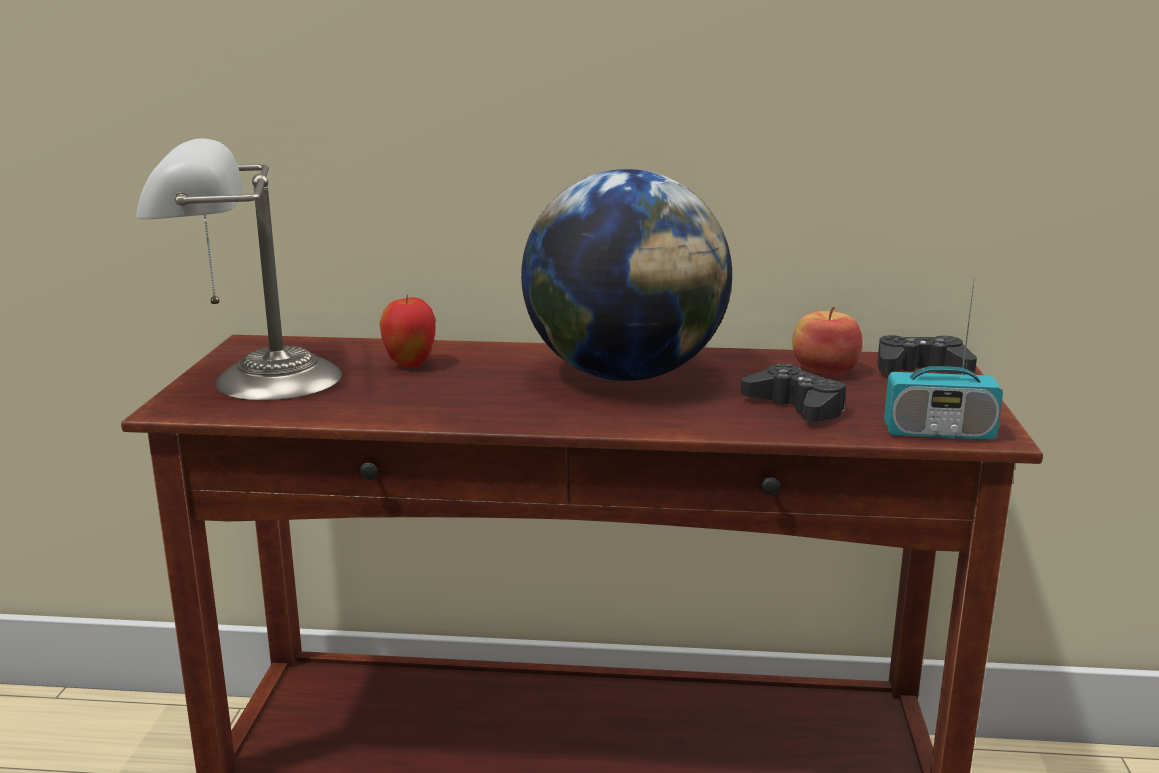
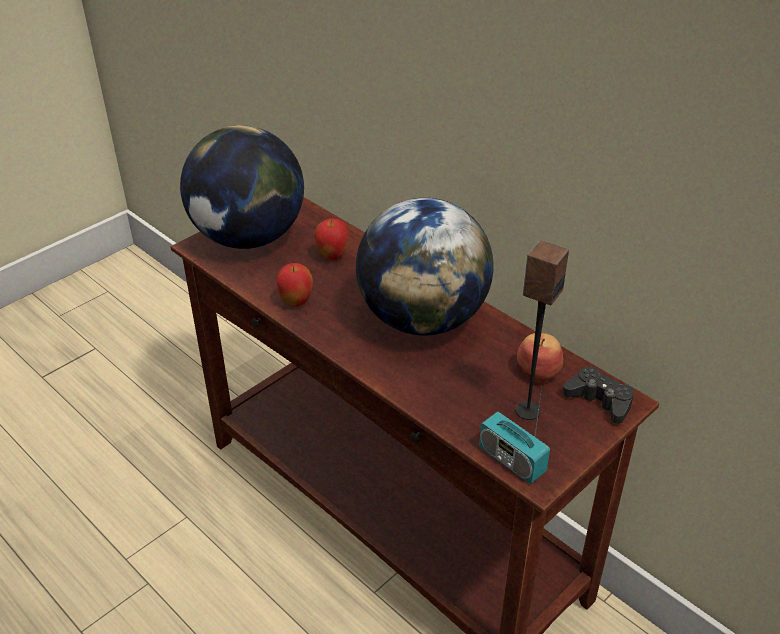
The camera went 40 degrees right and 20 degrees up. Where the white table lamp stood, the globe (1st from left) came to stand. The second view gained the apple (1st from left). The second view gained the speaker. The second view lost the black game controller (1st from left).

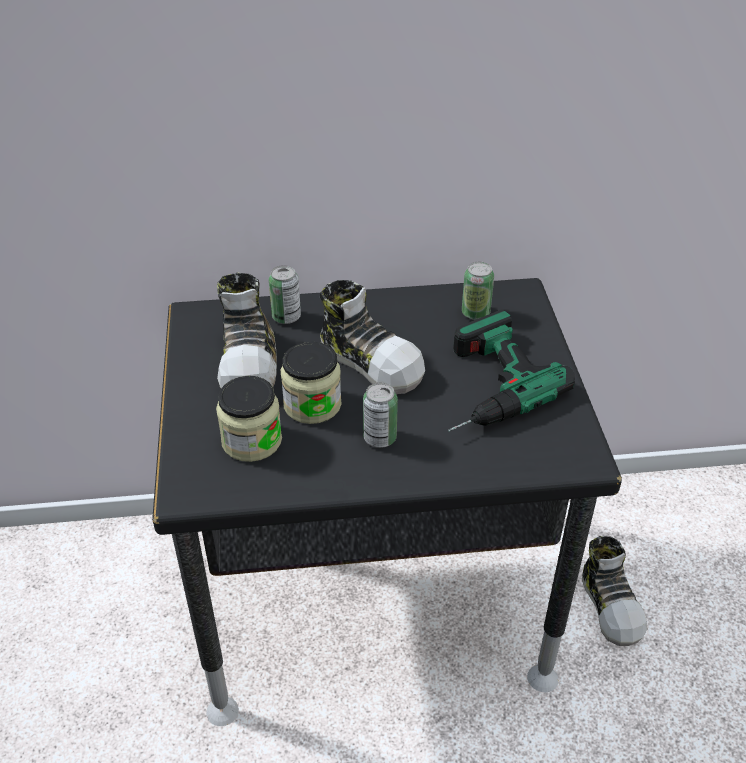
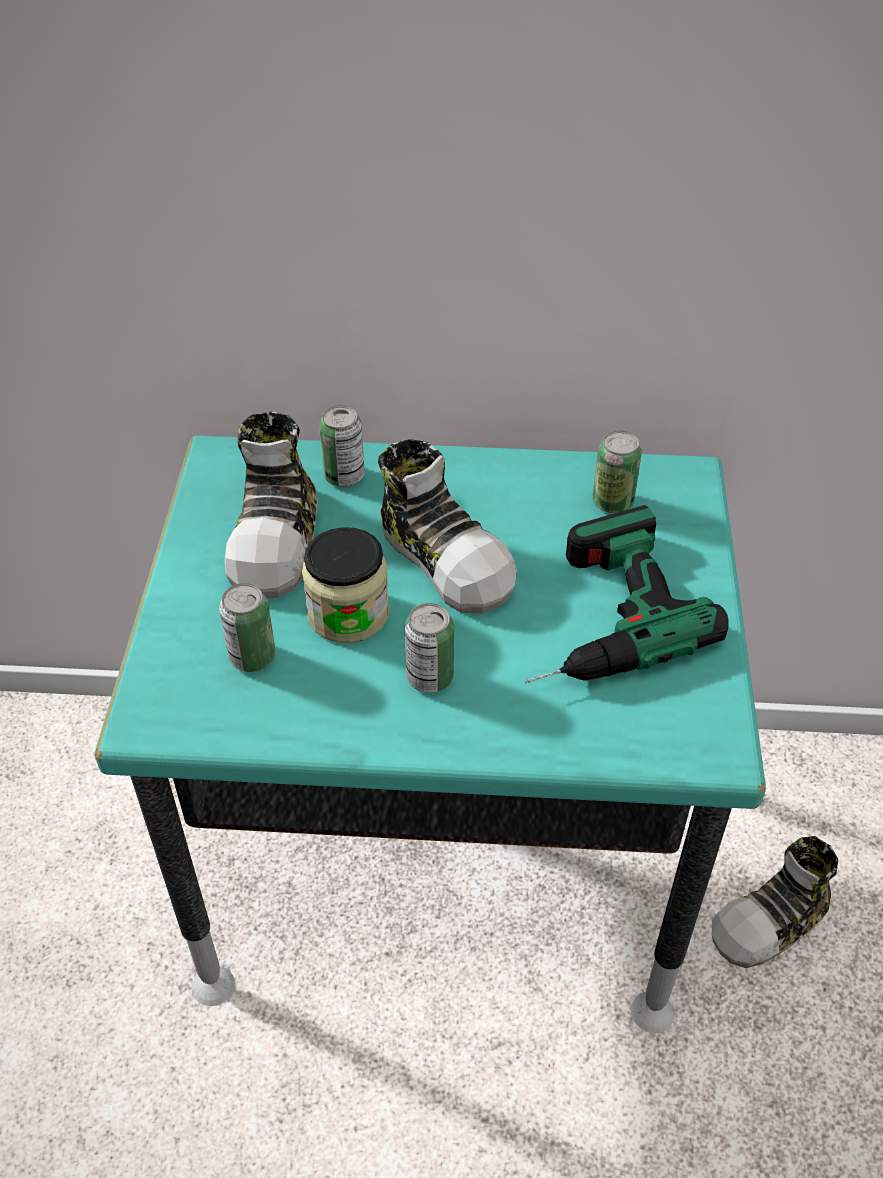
The camera went 10 degrees right and 5 degrees up. What was the black desk turned into the turquoise desk. Where the jar (1st from left) stood, the can (1st from left) came to stand. The shoe (3rd from left) ended up facing another way, 60 degrees clockwise from before.

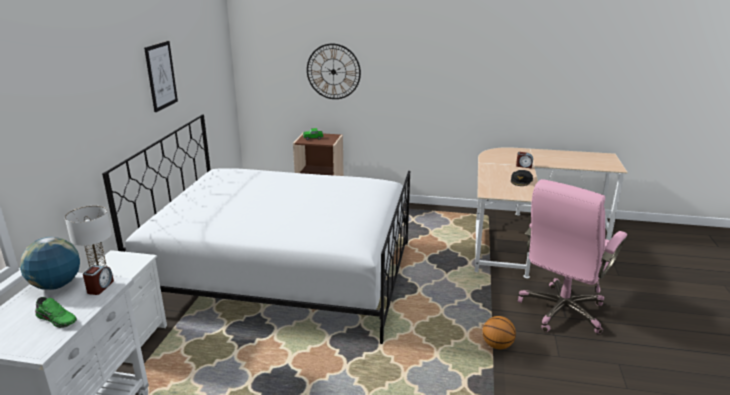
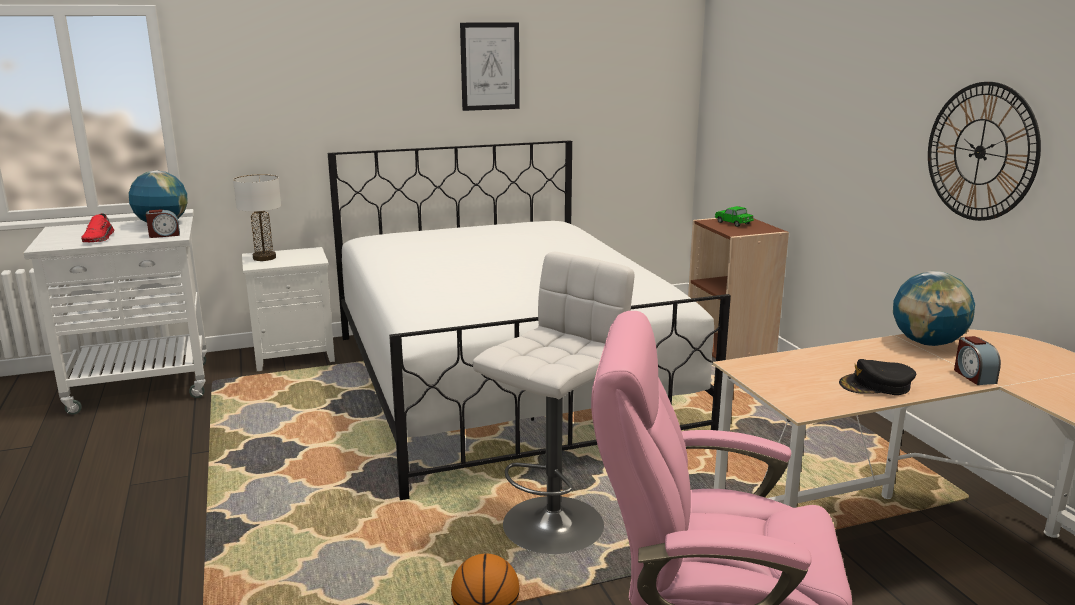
The camera went 60 degrees right and 5 degrees down. What was the green shoe turned into the red shoe. The second view gained the white stool. The second view gained the globe (2nd from left). The wall clock ended up elsewhere.

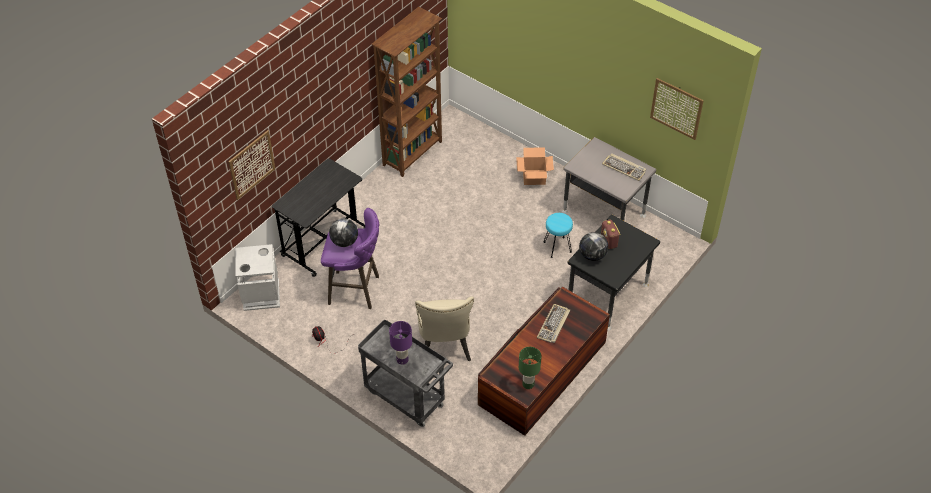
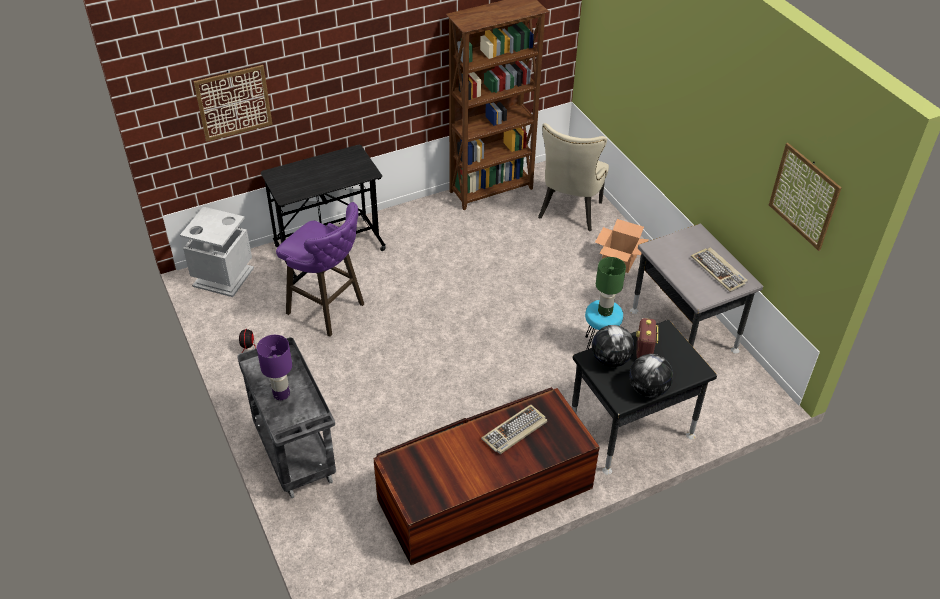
The camera went 25 degrees right and 5 degrees down. The beige chair ended up elsewhere. The green table lamp ended up elsewhere. The globe (1st from left in the first image) ended up elsewhere.

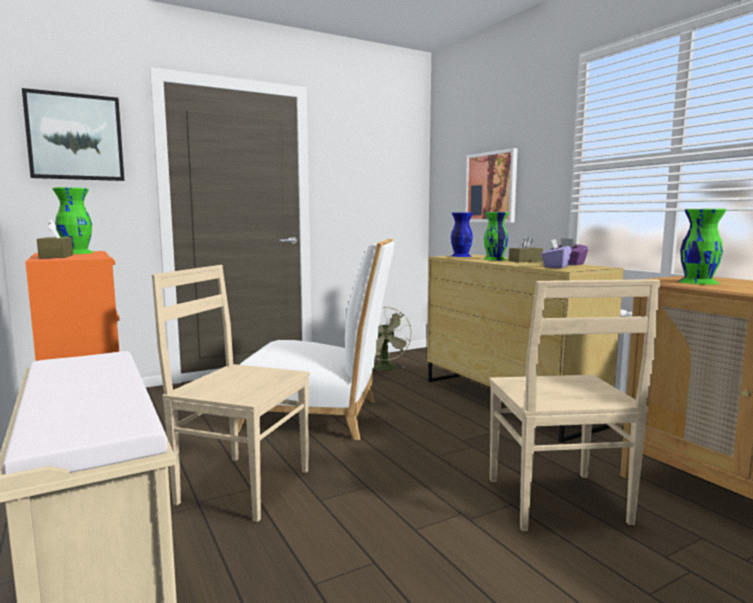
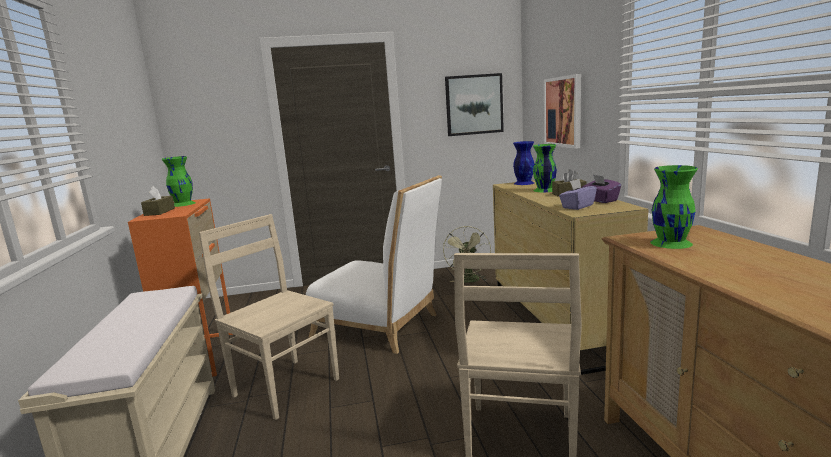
The camera went 20 degrees right and 5 degrees up. The picture (1st from left) ended up elsewhere.

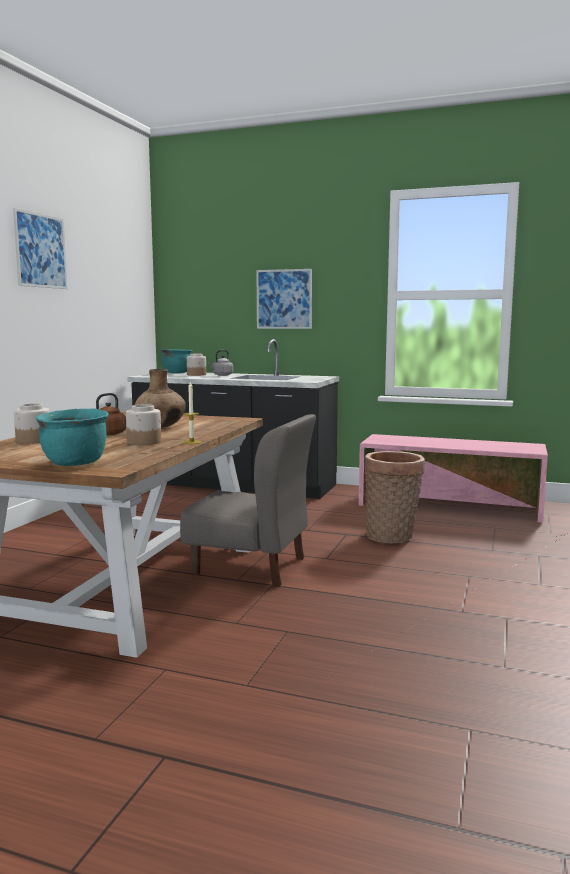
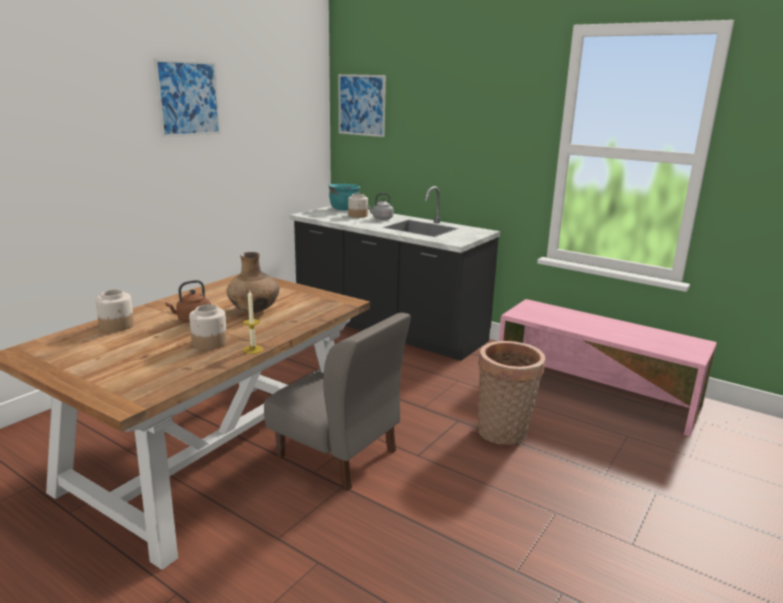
The camera went 15 degrees right and 10 degrees up. The picture (2nd from left) ended up elsewhere. The second view lost the turquoise cooking pot (1st from left).

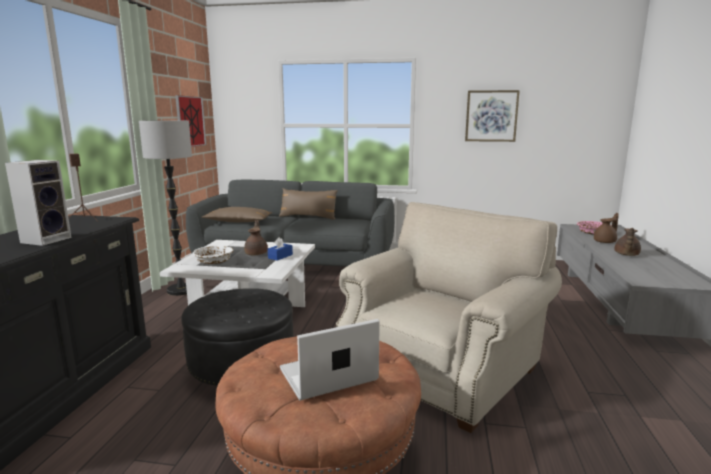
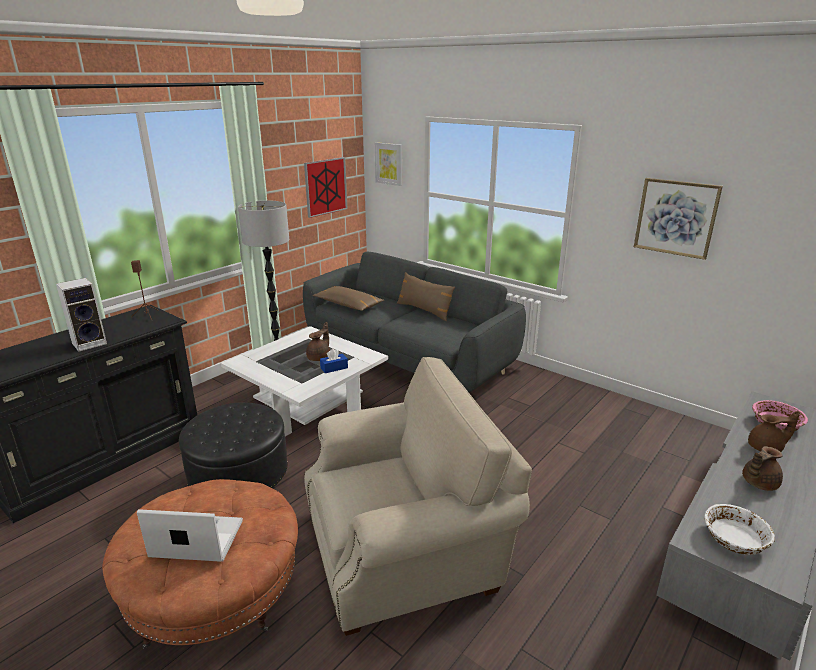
The camera went 30 degrees right and 10 degrees up. The second view gained the picture (2nd from left). The white bowl ended up elsewhere.

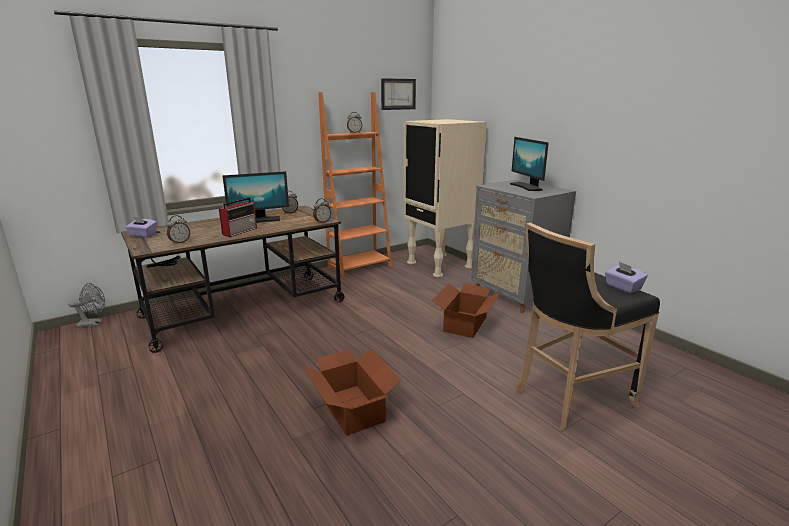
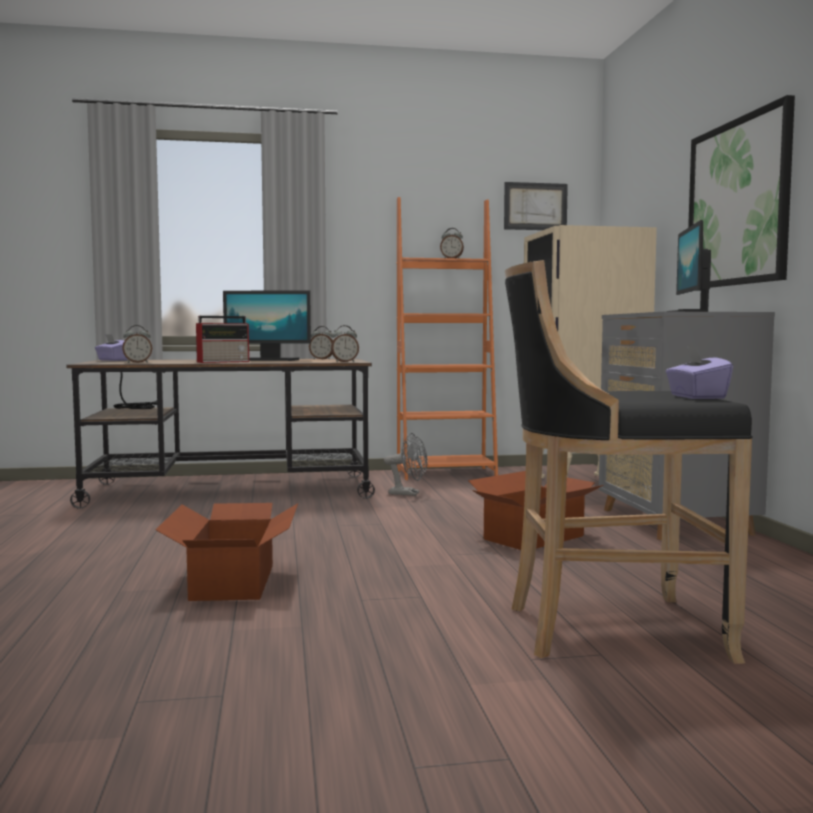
The camera went 25 degrees right and 15 degrees down. The grey fan ended up elsewhere. The second view gained the picture (2nd from left).

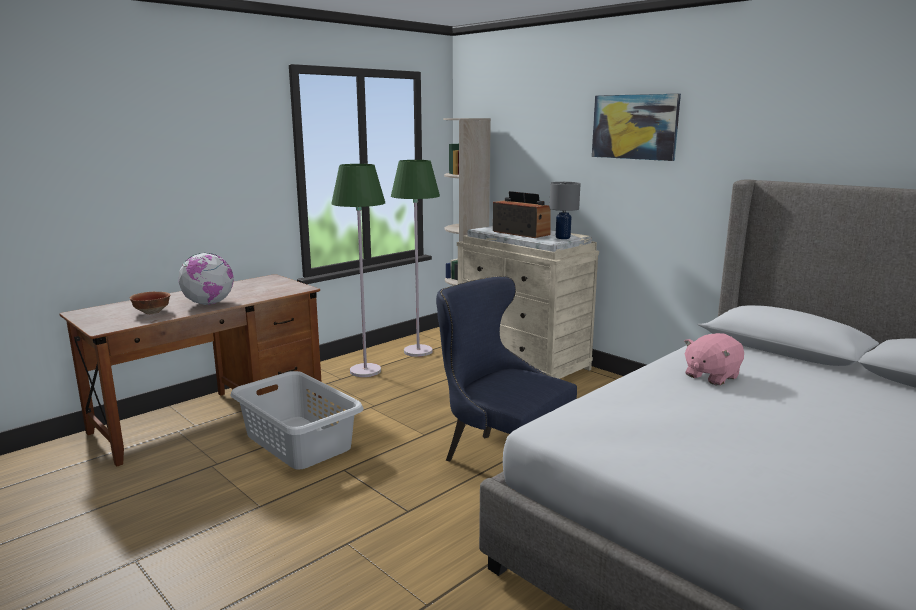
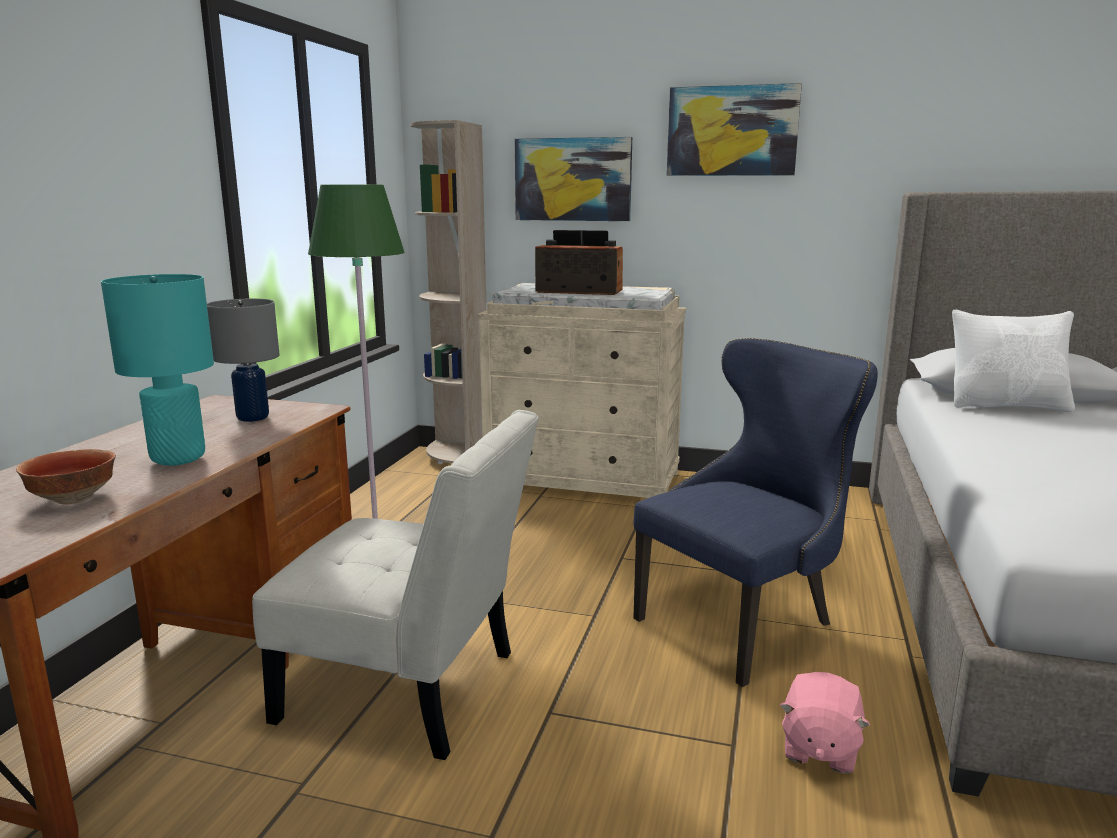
The camera went 30 degrees left and 0 degrees up. Where the globe stood, the turquoise table lamp came to stand. The grey table lamp ended up elsewhere. Where the grey laundry basket stood, the white chair came to stand. The second view gained the picture (1st from left). The blue chair ended up facing another way, 135 degrees clockwise from before. The pink plush toy ended up elsewhere. The second view gained the white pillow. The second view lost the green floor lamp (2nd from left).

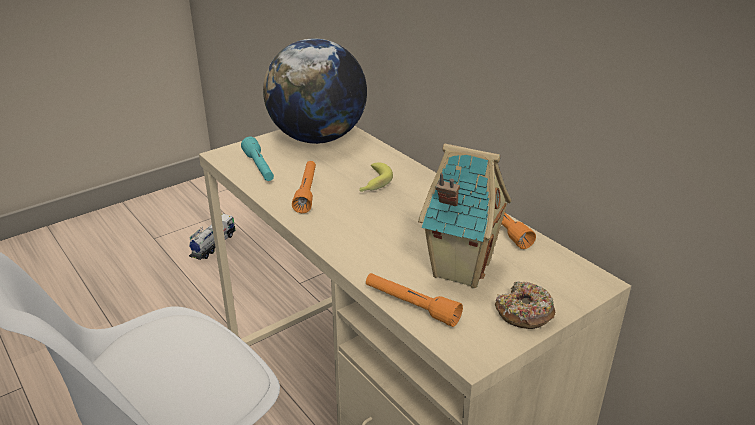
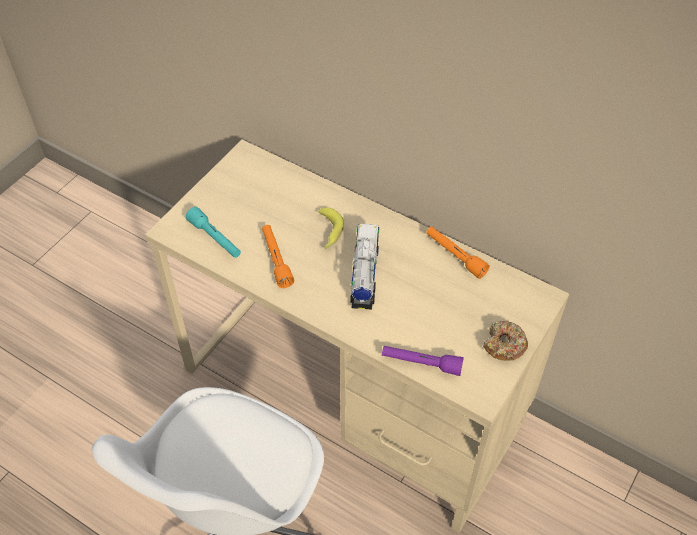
The camera went 20 degrees left and 20 degrees up. The toy truck ended up elsewhere. What was the orange flashlight (2nd from left) turned into the purple flashlight. The second view lost the globe. The second view lost the toy house.

